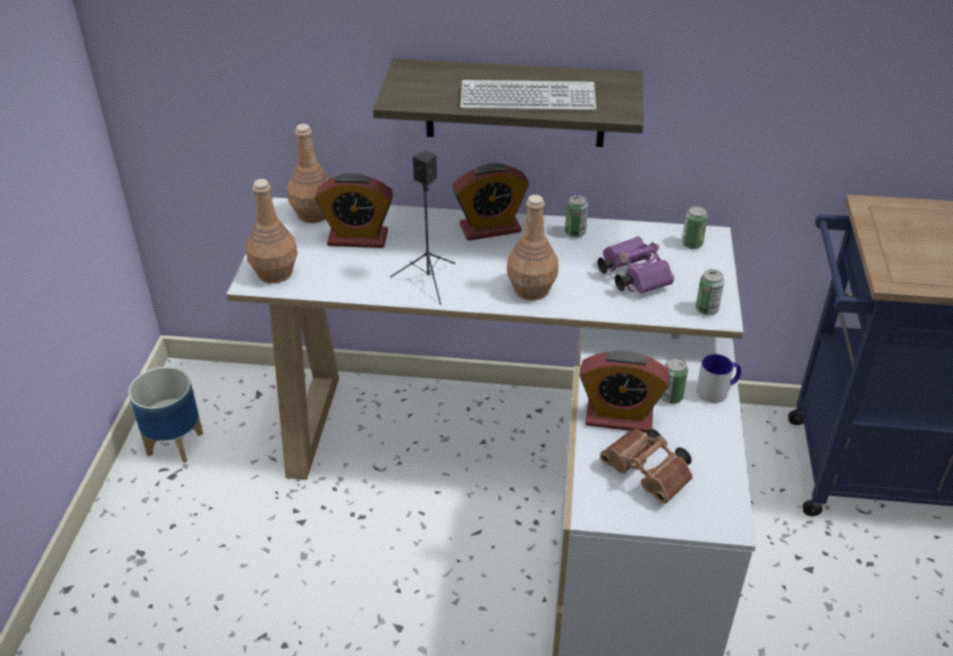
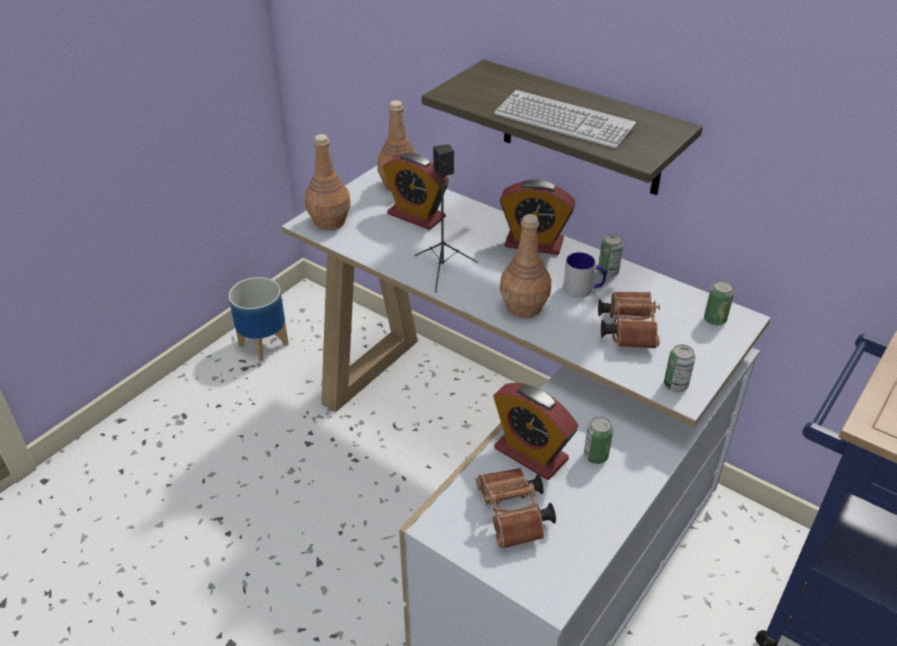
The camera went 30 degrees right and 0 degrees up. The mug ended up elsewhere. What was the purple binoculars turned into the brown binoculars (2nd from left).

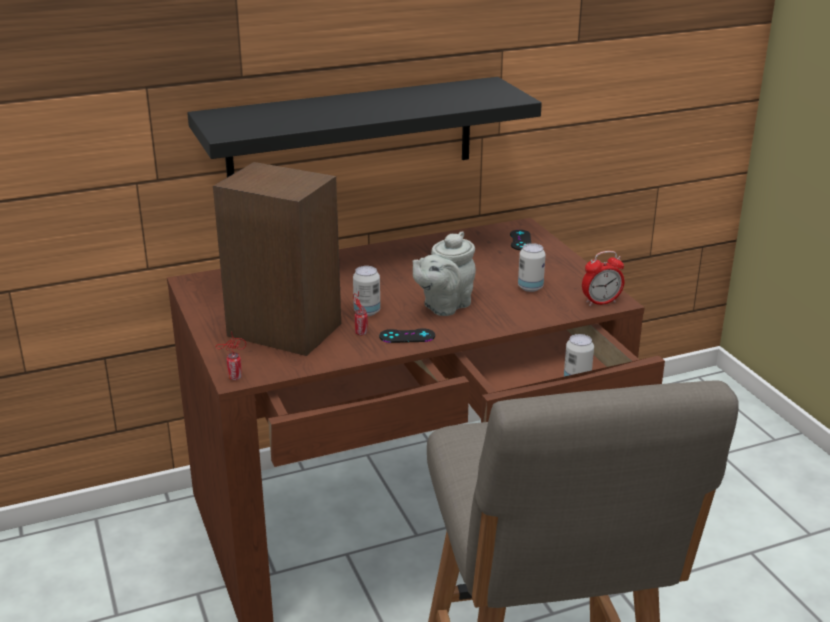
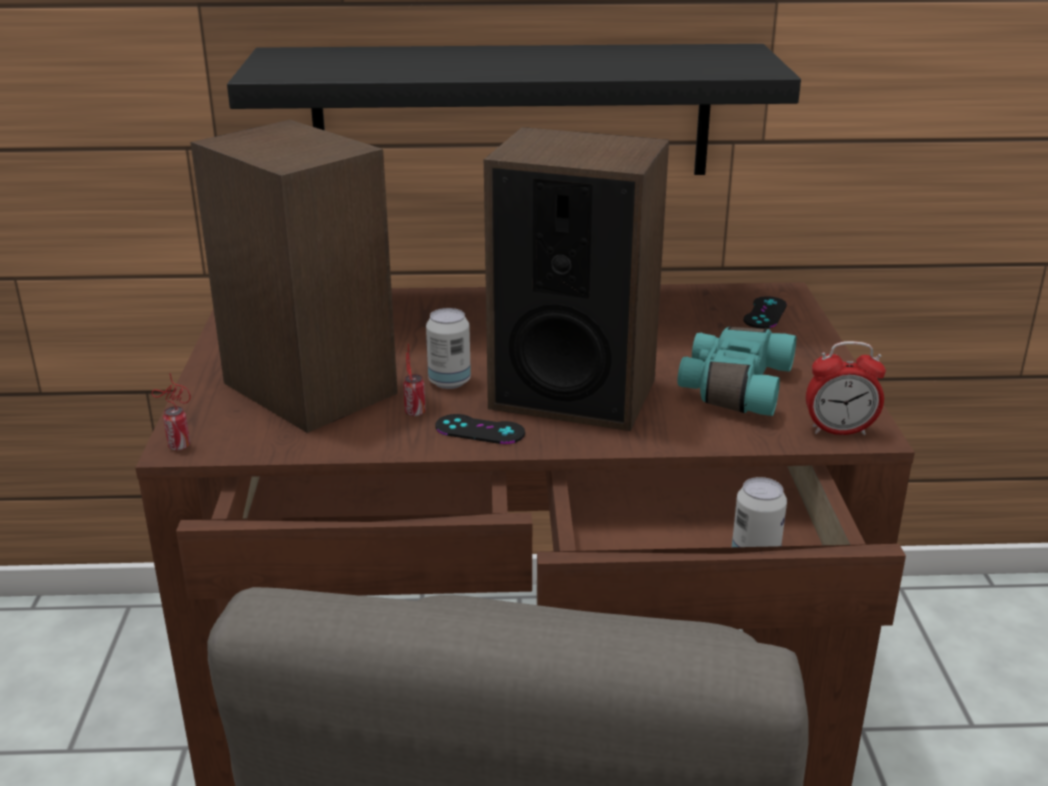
The camera went 20 degrees right and 0 degrees up. Where the grey teapot stood, the speaker (2nd from left) came to stand. Where the can (4th from left) stood, the turquoise binoculars came to stand.

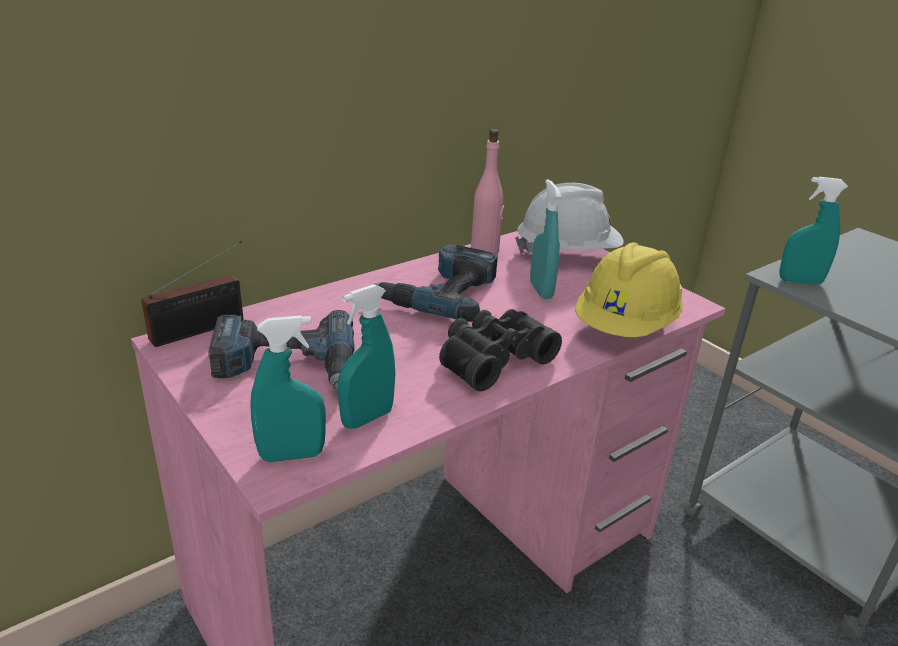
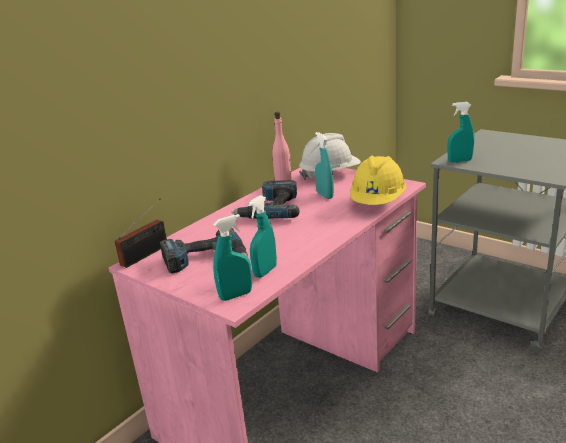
The camera went 10 degrees left and 5 degrees down. The second view lost the black binoculars.

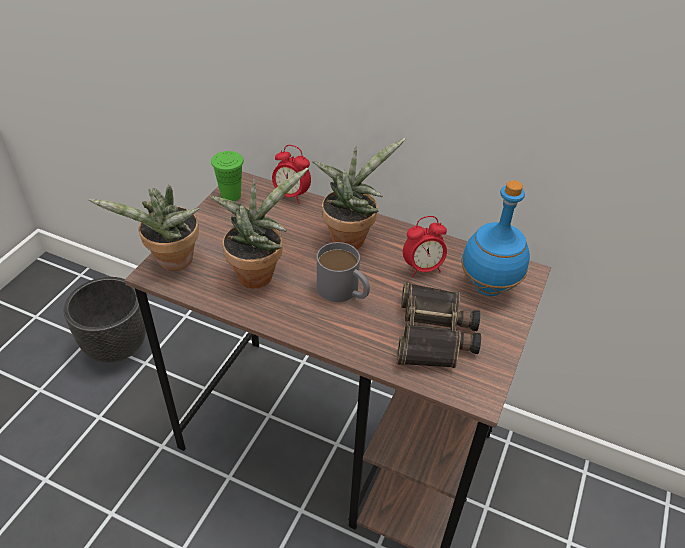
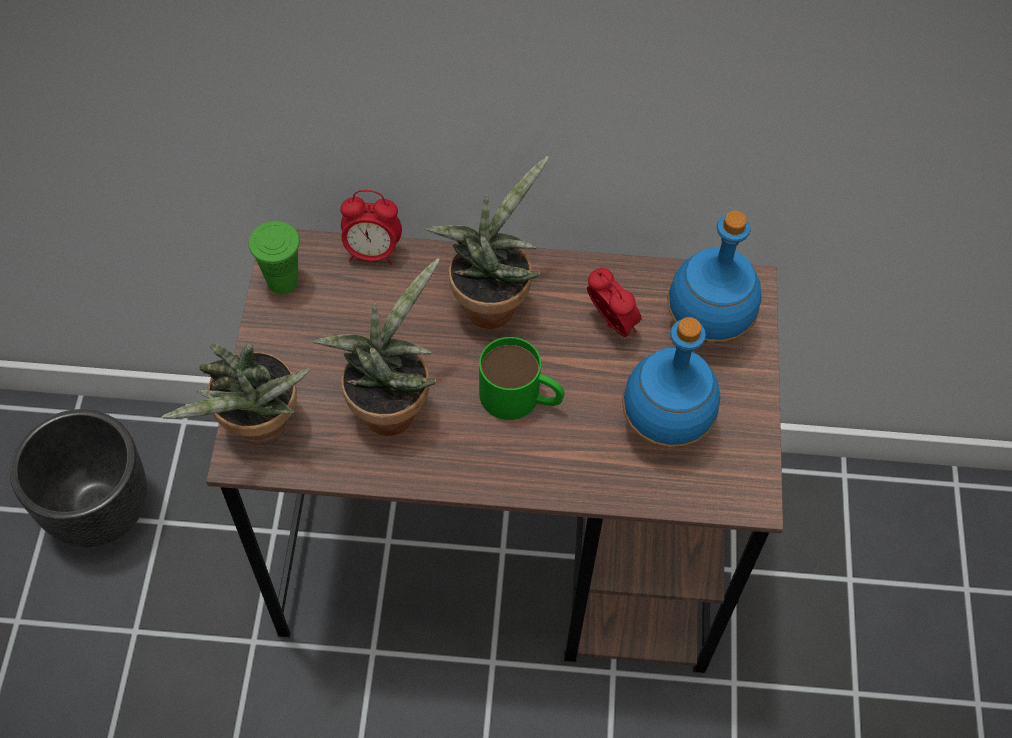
The camera went 20 degrees left and 15 degrees up. What was the grey mug turned into the green mug. The alarm clock (2nd from left) ended up facing another way, 90 degrees counterclockwise from before. Where the binoculars stood, the blue bottle (1st from left) came to stand.

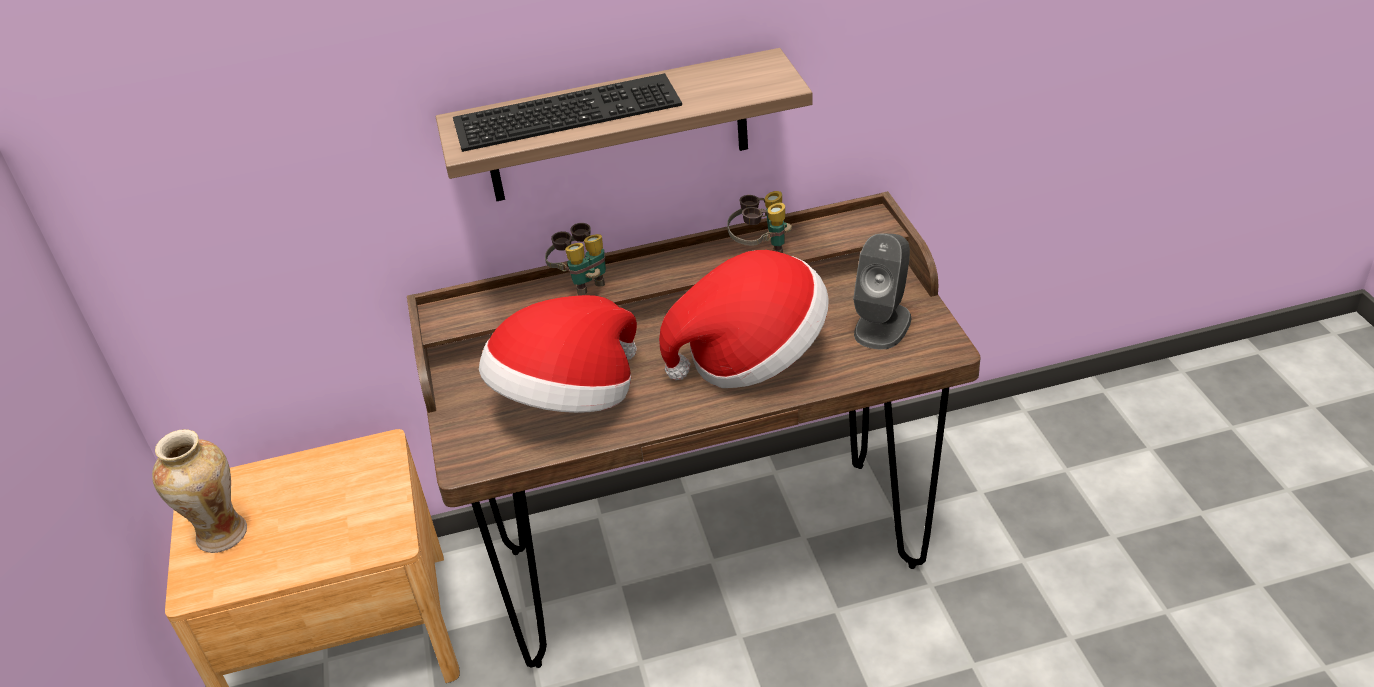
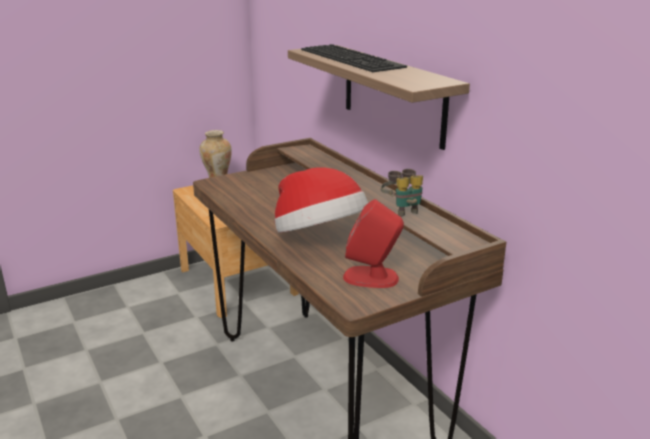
The camera went 70 degrees right and 15 degrees down. What was the grey speaker turned into the red speaker. The second view lost the hat (1st from left). The second view lost the binoculars (1st from left).

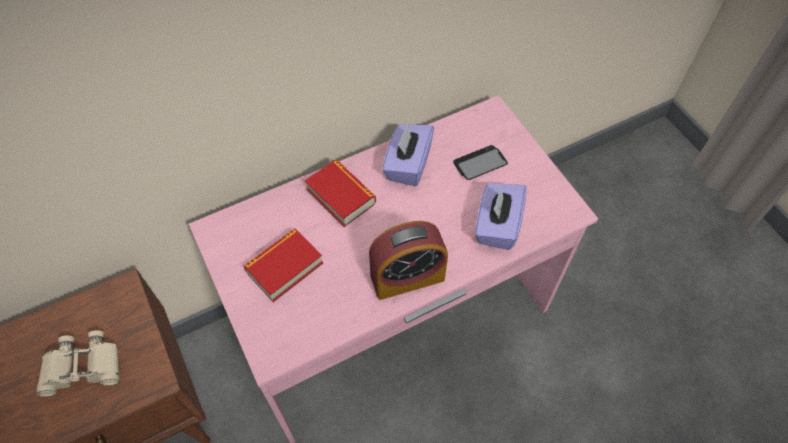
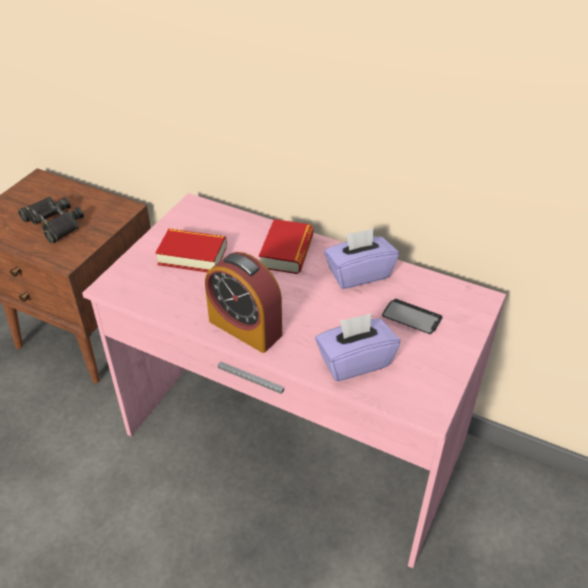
The camera went 55 degrees right and 15 degrees down. What was the beige binoculars turned into the black binoculars.

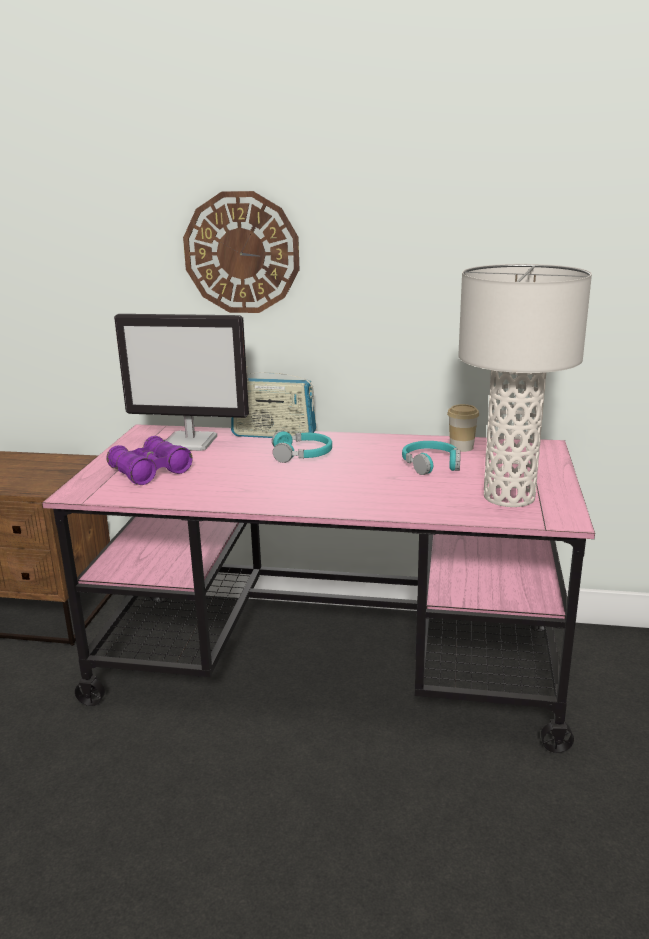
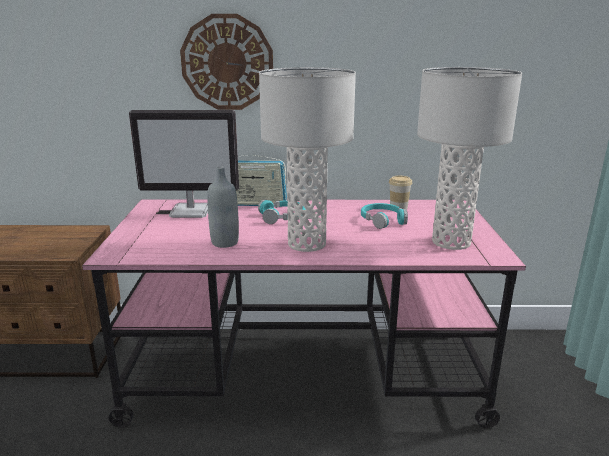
The camera went 10 degrees left and 0 degrees up. The second view gained the grey bottle. The second view gained the white table lamp (1st from left). The second view lost the purple binoculars.

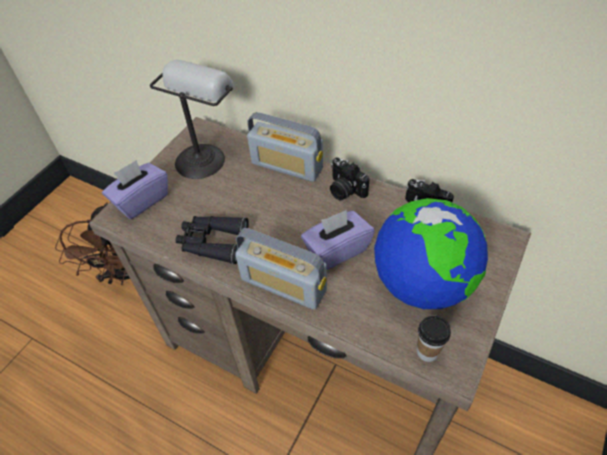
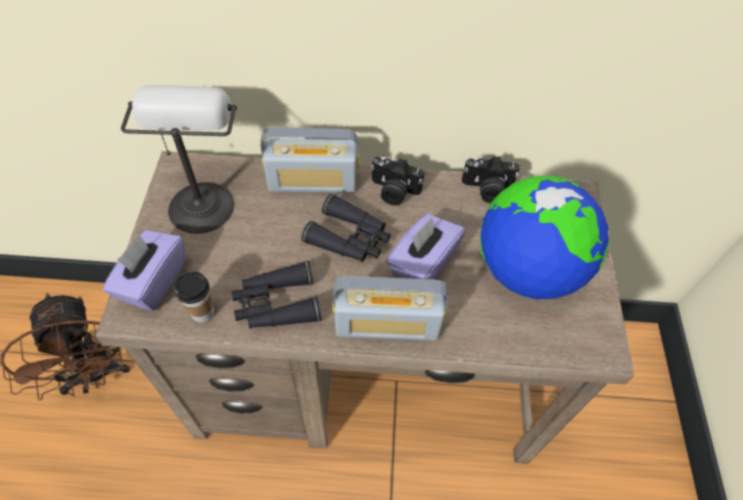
The camera went 30 degrees left and 5 degrees up. The cup ended up elsewhere. The second view gained the black binoculars (2nd from left).

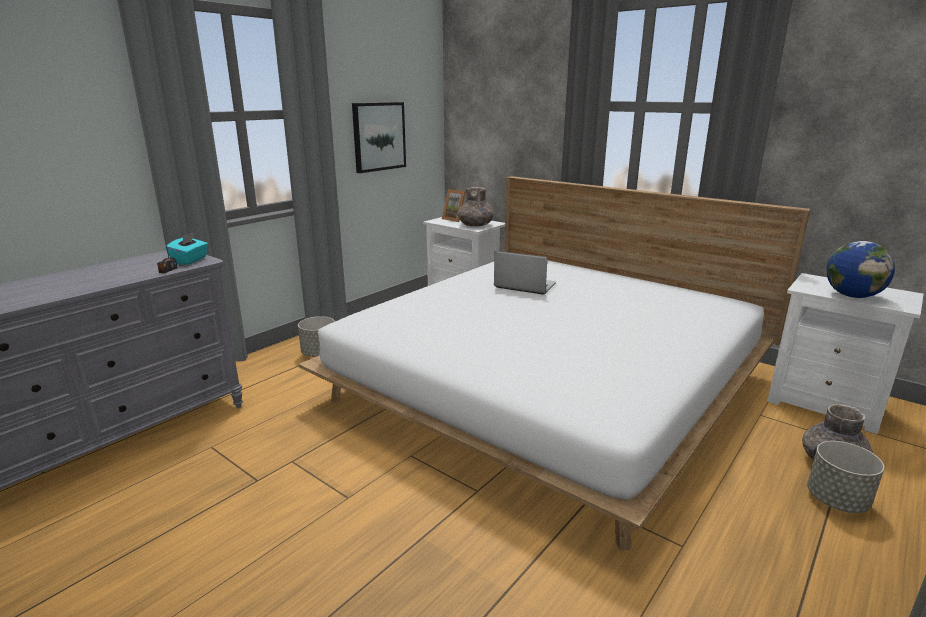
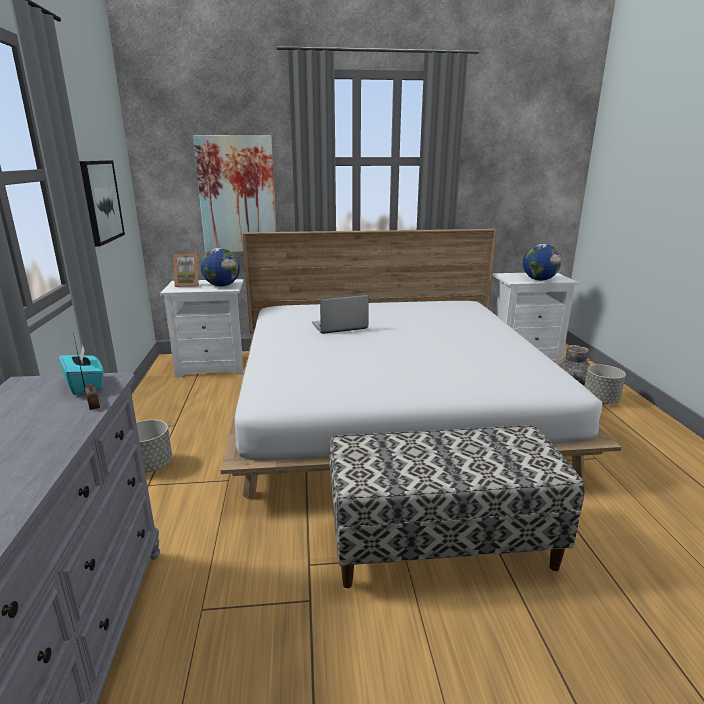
The camera went 45 degrees left and 0 degrees up. The second view gained the picture (2nd from left). Where the grey vase (1st from left) stood, the globe (1st from left) came to stand. The second view gained the bench.

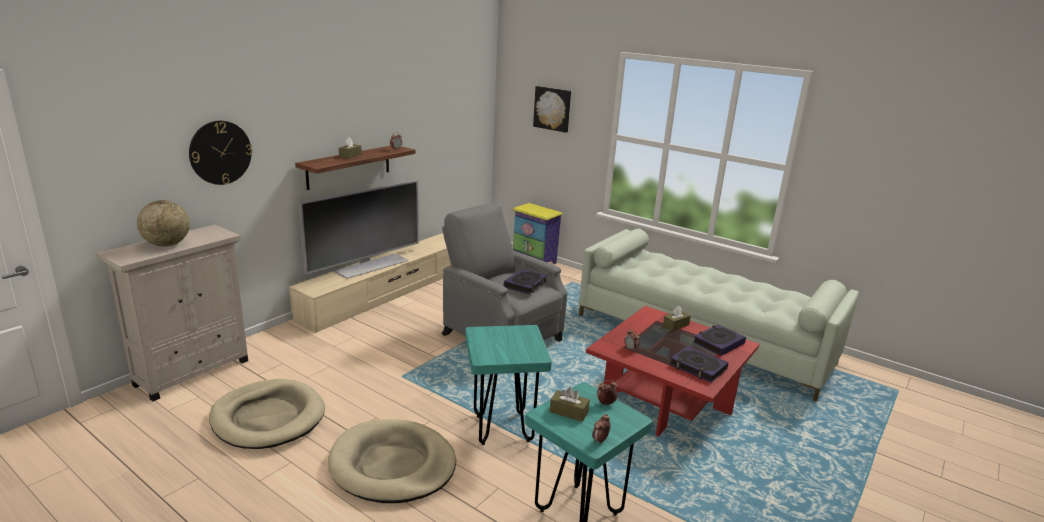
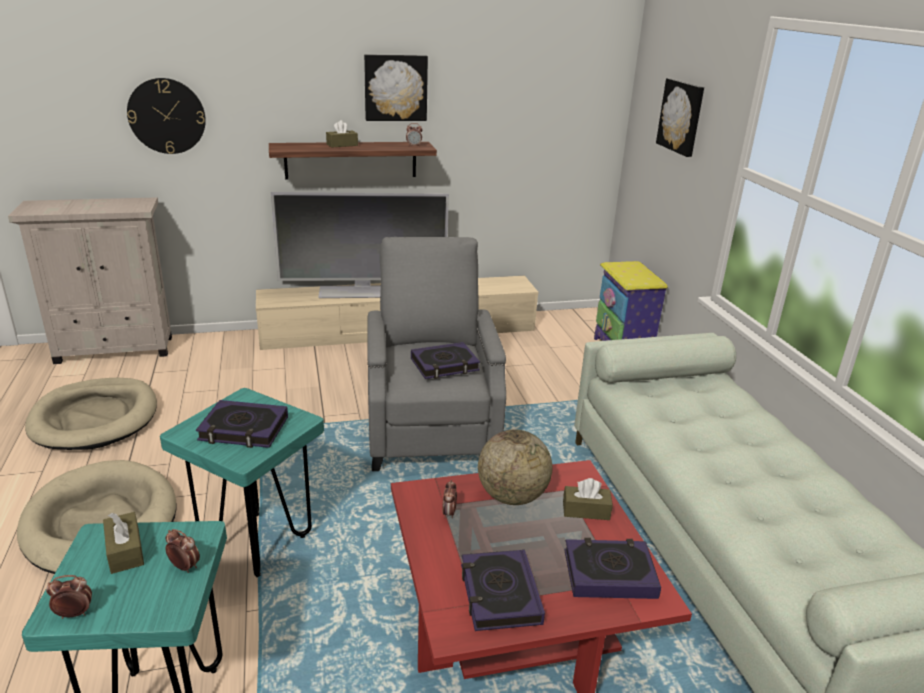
The camera went 40 degrees right and 5 degrees up. The second view gained the book (1st from left). The second view gained the picture (1st from left). The globe ended up elsewhere.

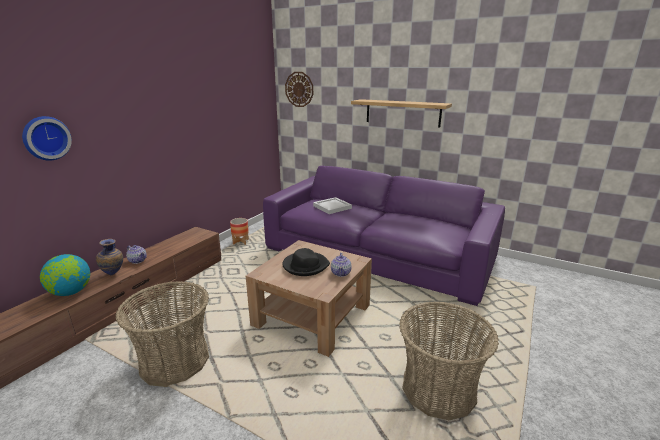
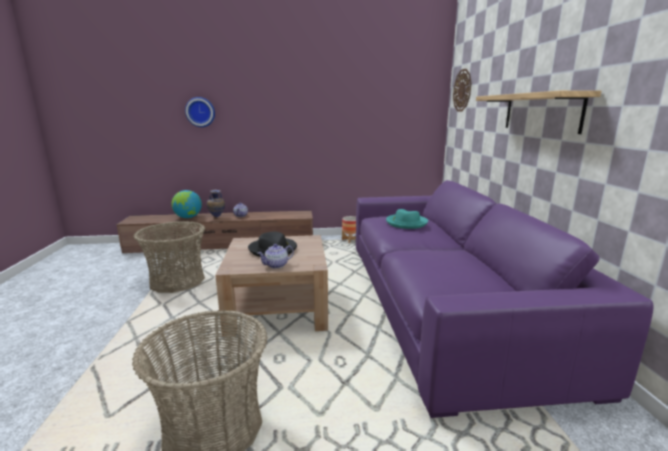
The camera went 55 degrees right and 5 degrees down. Where the white tray stood, the turquoise hat came to stand.

